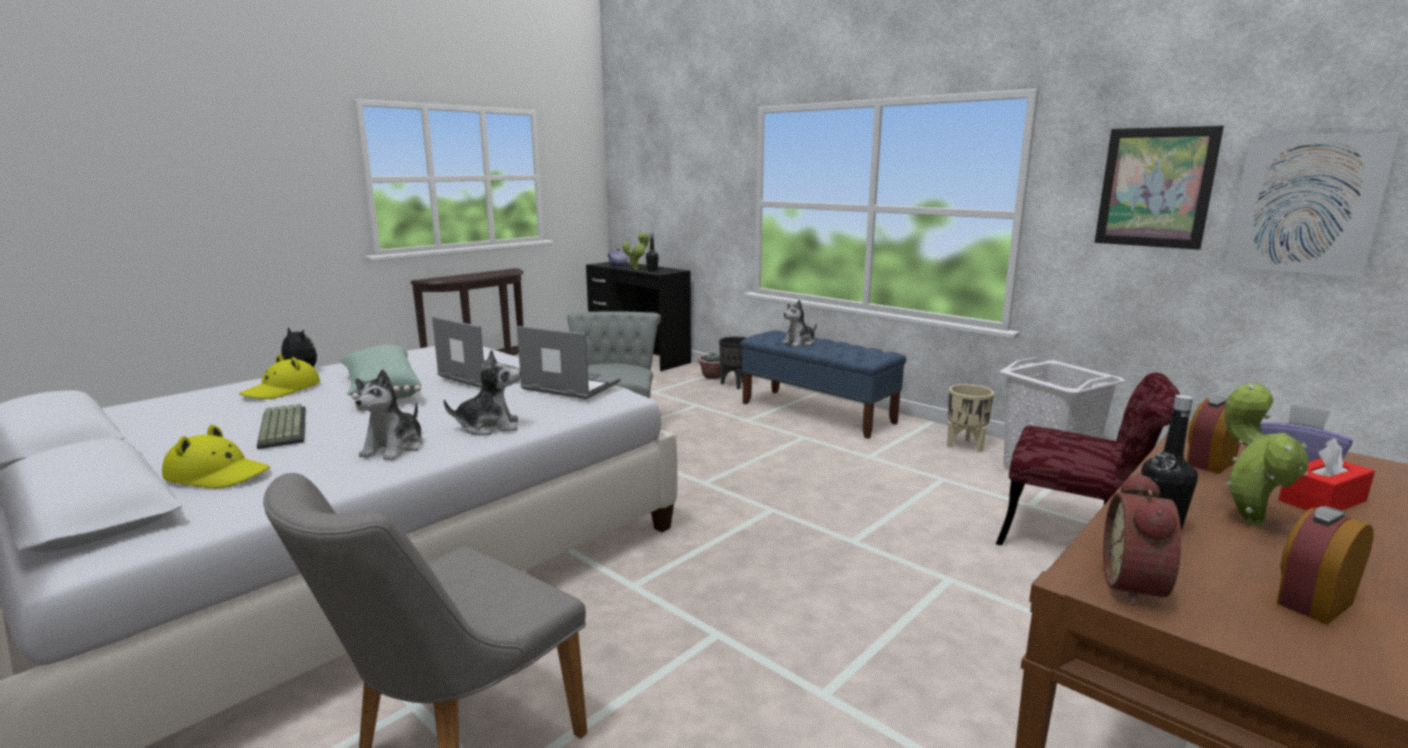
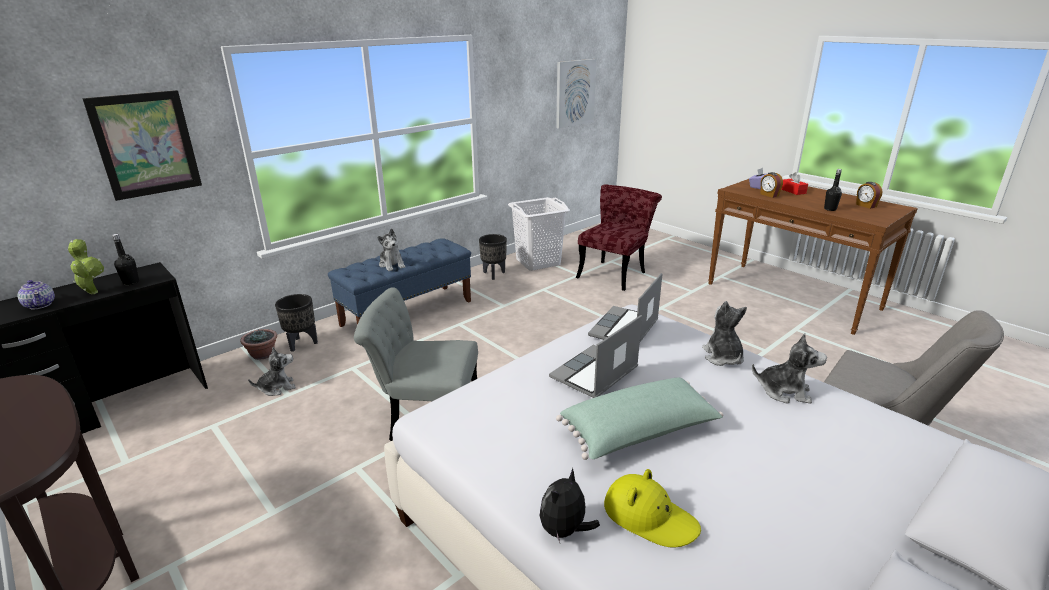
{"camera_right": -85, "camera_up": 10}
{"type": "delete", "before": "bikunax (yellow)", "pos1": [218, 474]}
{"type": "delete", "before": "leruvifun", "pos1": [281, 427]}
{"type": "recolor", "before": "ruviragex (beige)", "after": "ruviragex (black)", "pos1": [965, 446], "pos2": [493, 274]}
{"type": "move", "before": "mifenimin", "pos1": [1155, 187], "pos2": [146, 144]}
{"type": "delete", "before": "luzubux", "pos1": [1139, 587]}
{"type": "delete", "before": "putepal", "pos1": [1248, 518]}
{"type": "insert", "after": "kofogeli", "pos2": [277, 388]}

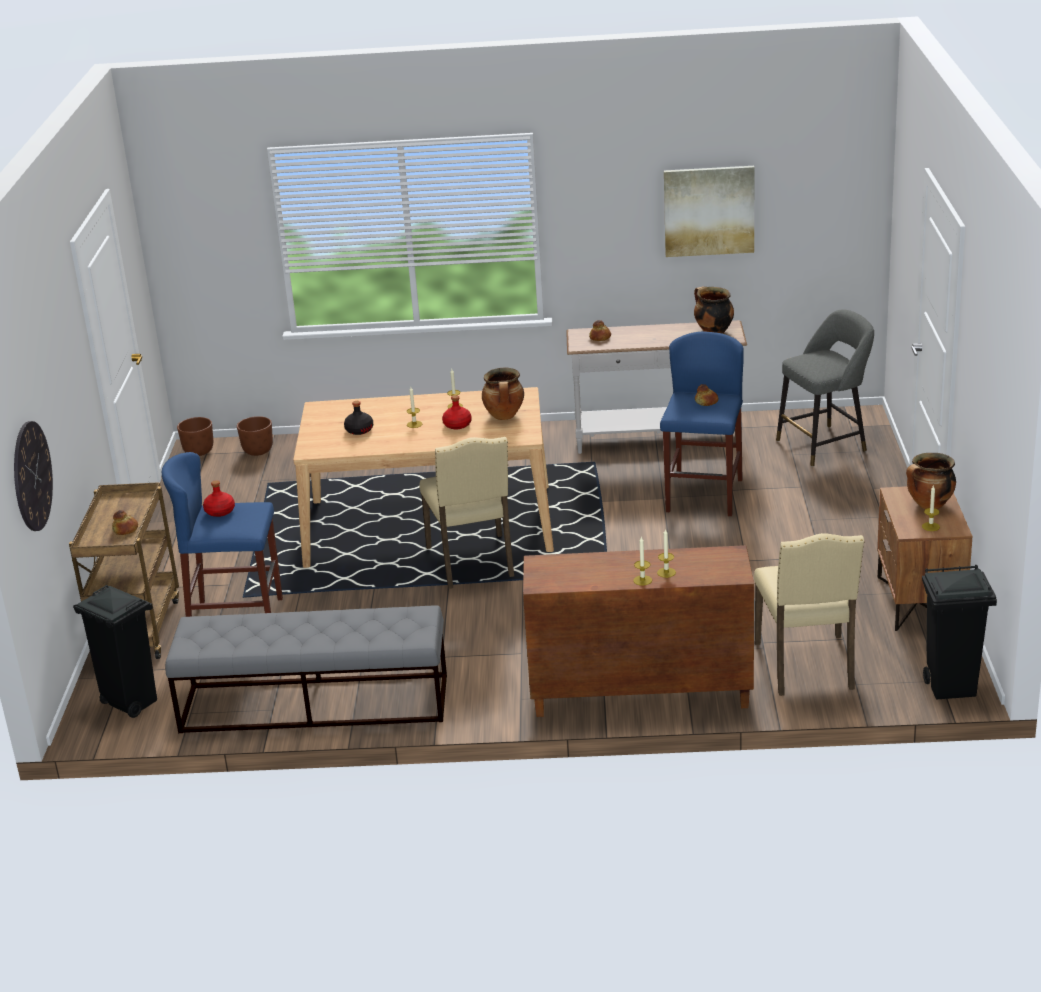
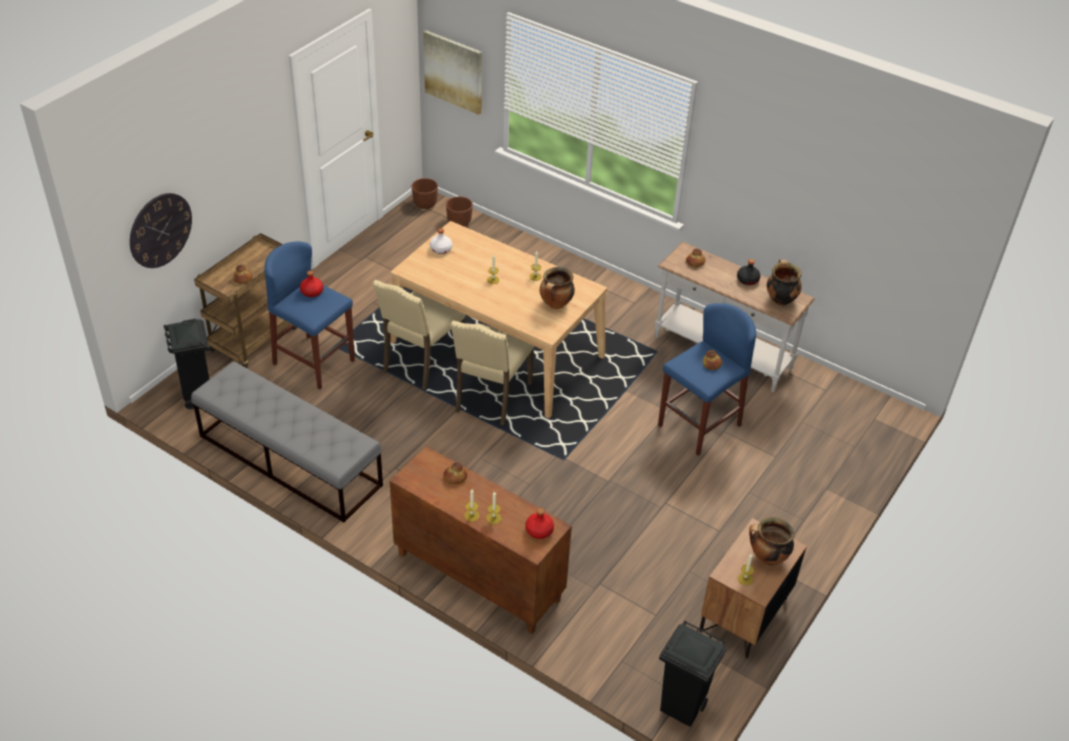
{"camera_right": 30, "camera_up": 15}
{"type": "move", "before": "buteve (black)", "pos1": [359, 430], "pos2": [747, 280]}
{"type": "move", "before": "buteve (red)", "pos1": [457, 425], "pos2": [539, 530]}
{"type": "move", "before": "mifenimin", "pos1": [709, 211], "pos2": [453, 71]}
{"type": "move", "before": "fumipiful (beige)", "pos1": [807, 666], "pos2": [421, 362]}
{"type": "delete", "before": "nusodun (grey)", "pos1": [825, 444]}
{"type": "insert", "after": "buteve (white)", "pos2": [441, 249]}
{"type": "insert", "after": "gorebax", "pos2": [455, 477]}

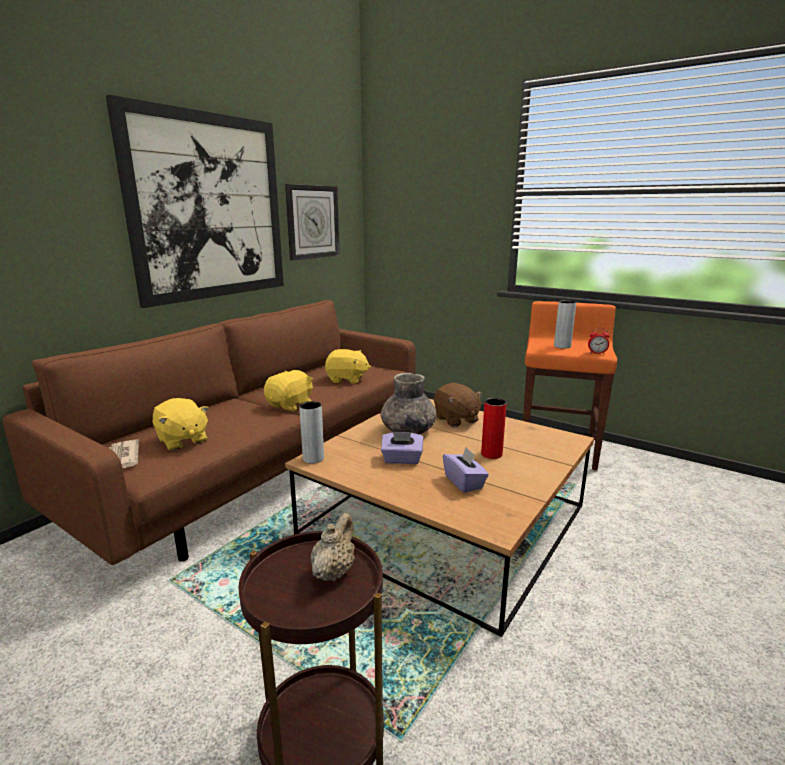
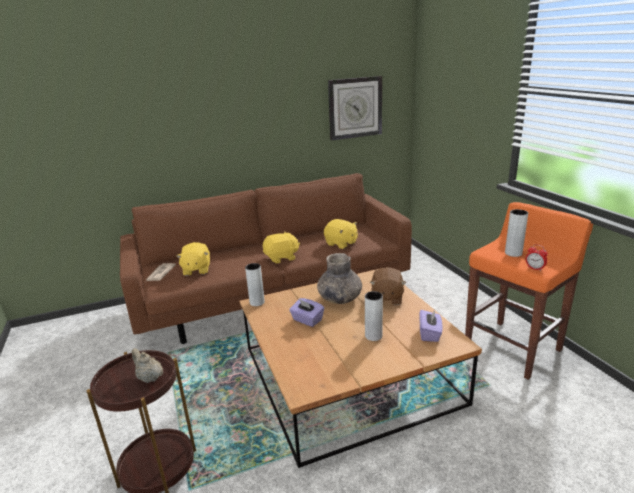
{"camera_right": 35, "camera_up": 5}
{"type": "delete", "before": "mifenimin", "pos1": [209, 208]}
{"type": "rotate", "before": "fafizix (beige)", "pos1": [334, 571], "pos2": [149, 378], "turn": -105}
{"type": "move", "before": "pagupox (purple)", "pos1": [464, 482], "pos2": [430, 334]}
{"type": "recolor", "before": "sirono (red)", "after": "sirono (grey)", "pos1": [491, 454], "pos2": [373, 336]}

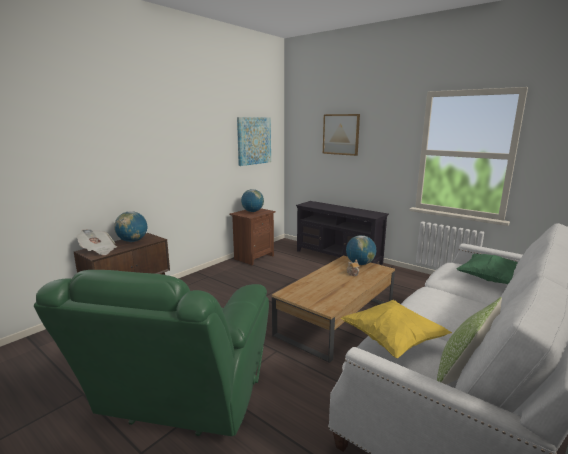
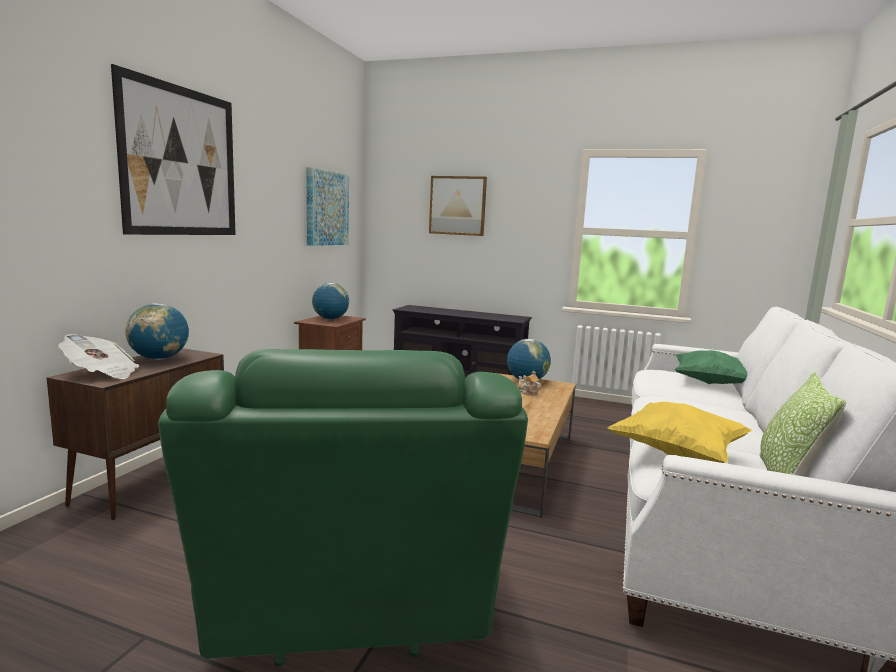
{"camera_right": -20, "camera_up": -5}
{"type": "insert", "after": "mifenimin", "pos2": [181, 162]}

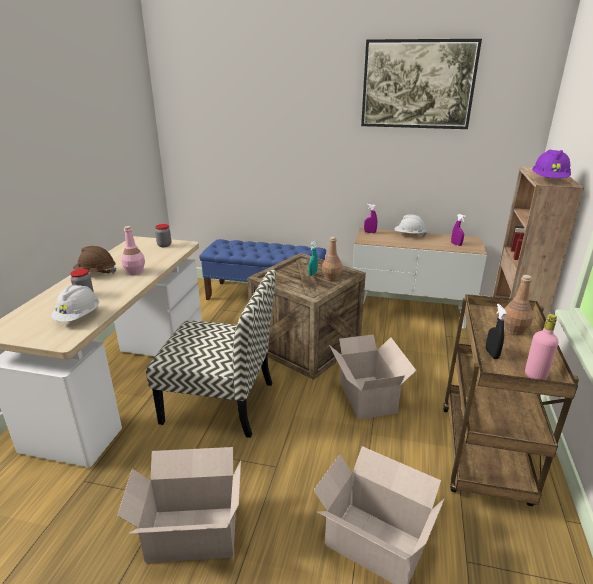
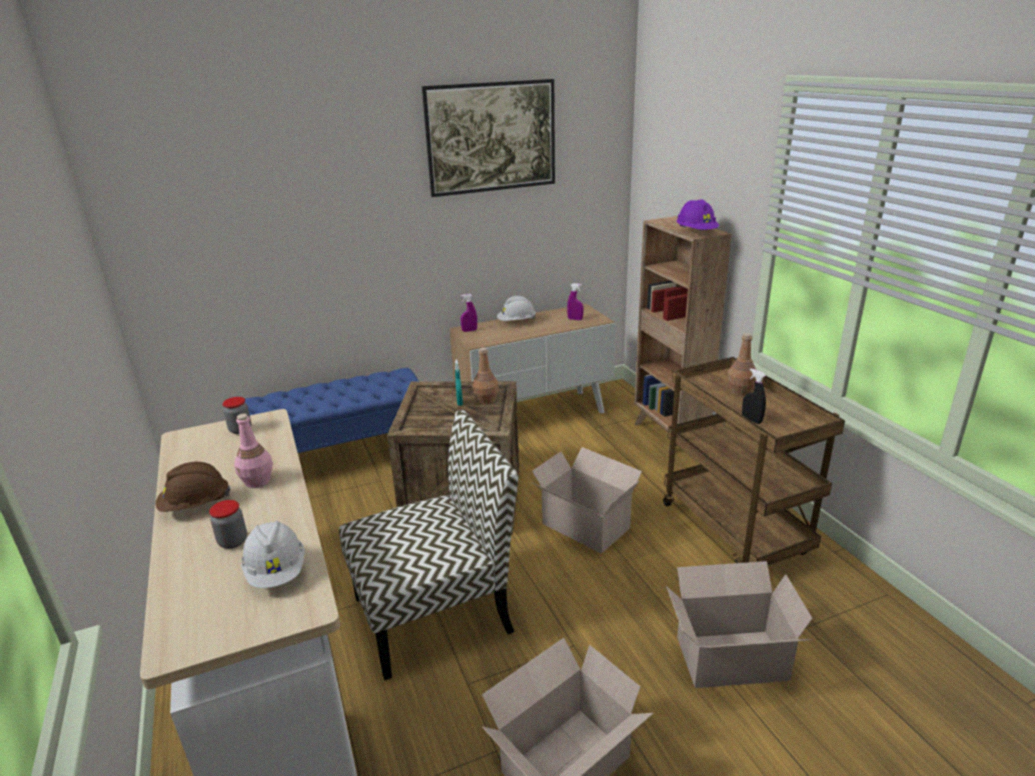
{"camera_right": -35, "camera_up": 0}
{"type": "delete", "before": "buteve (pink)", "pos1": [535, 375]}

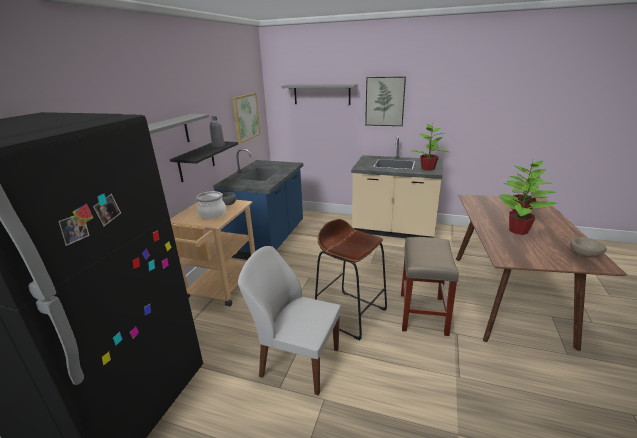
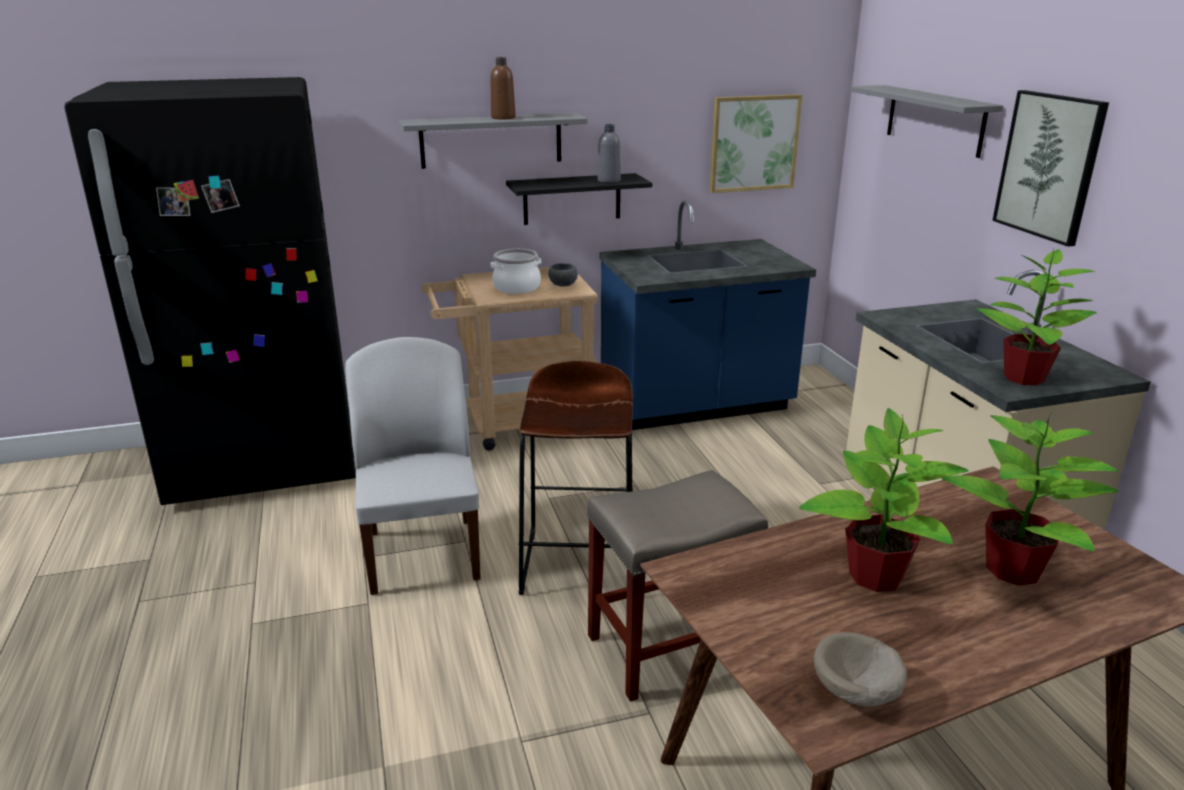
{"camera_right": 55, "camera_up": 0}
{"type": "insert", "after": "buteve (brown)", "pos2": [503, 118]}

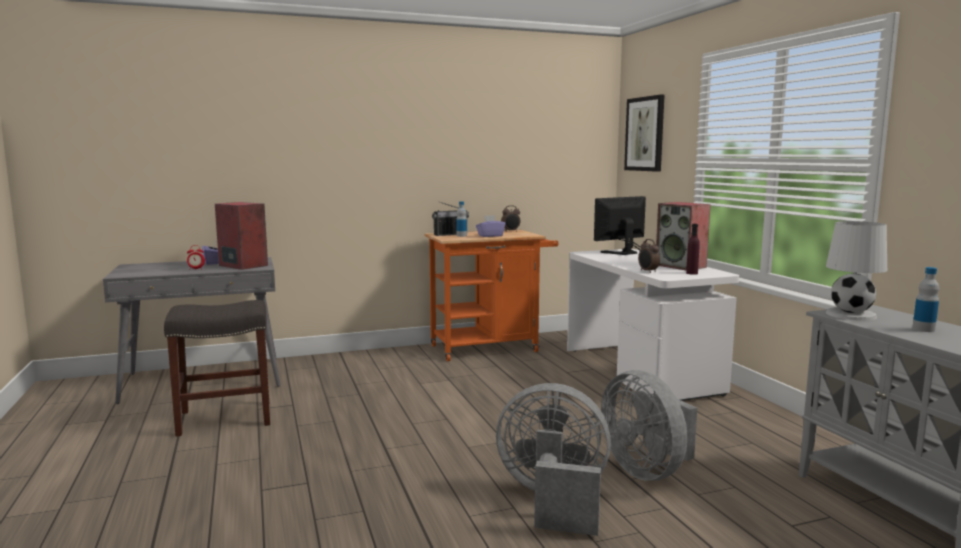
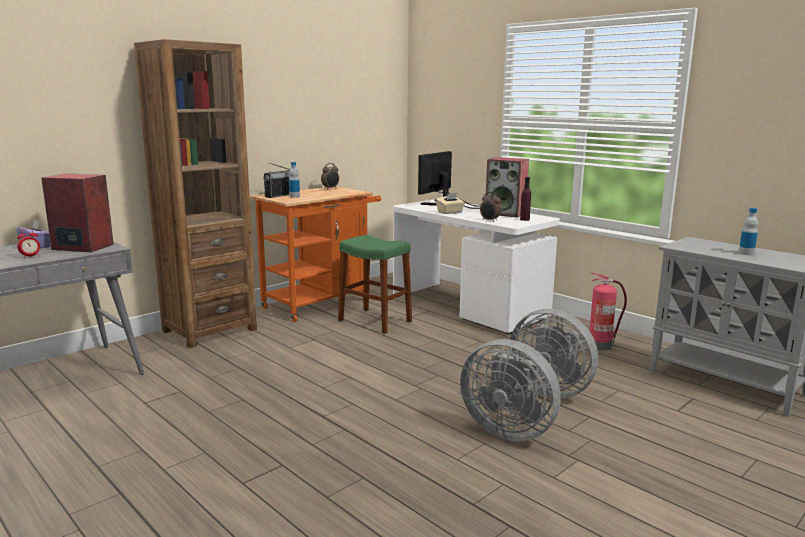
{"camera_right": -25, "camera_up": 5}
{"type": "delete", "before": "nusodun (grey)", "pos1": [223, 418]}
{"type": "delete", "before": "pagupox (purple)", "pos1": [490, 236]}
{"type": "rotate", "before": "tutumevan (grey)", "pos1": [553, 500], "pos2": [508, 430], "turn": -135}
{"type": "delete", "before": "mifenimin", "pos1": [645, 134]}
{"type": "delete", "before": "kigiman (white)", "pos1": [851, 315]}
{"type": "insert", "after": "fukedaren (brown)", "pos2": [209, 330]}
{"type": "insert", "after": "nusodun (green)", "pos2": [374, 321]}
{"type": "insert", "after": "pagupox (beige)", "pos2": [450, 212]}
{"type": "insert", "after": "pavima", "pos2": [600, 346]}

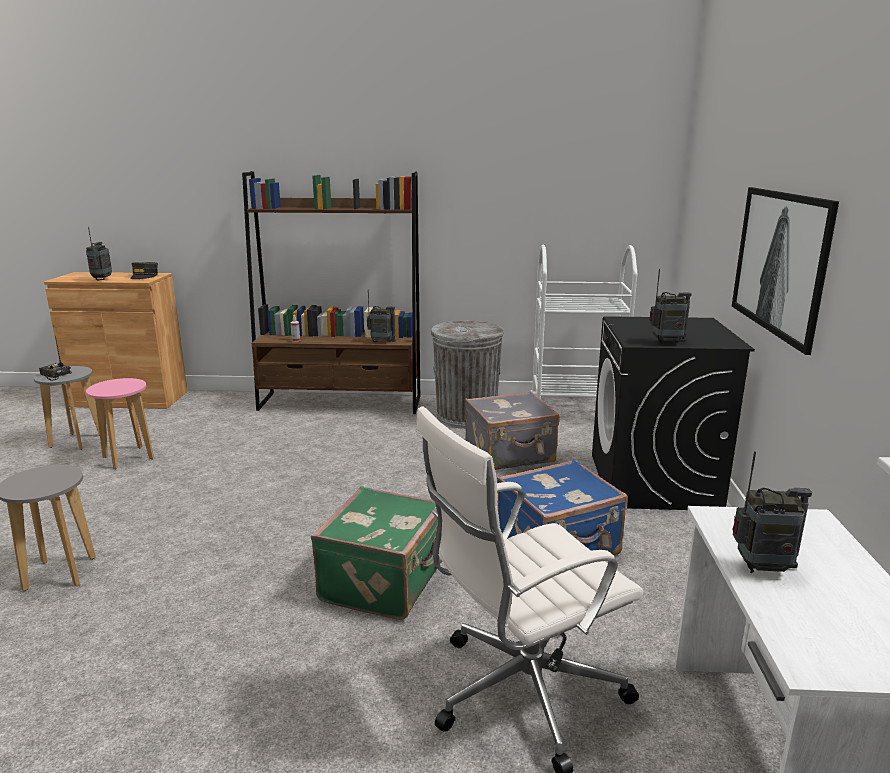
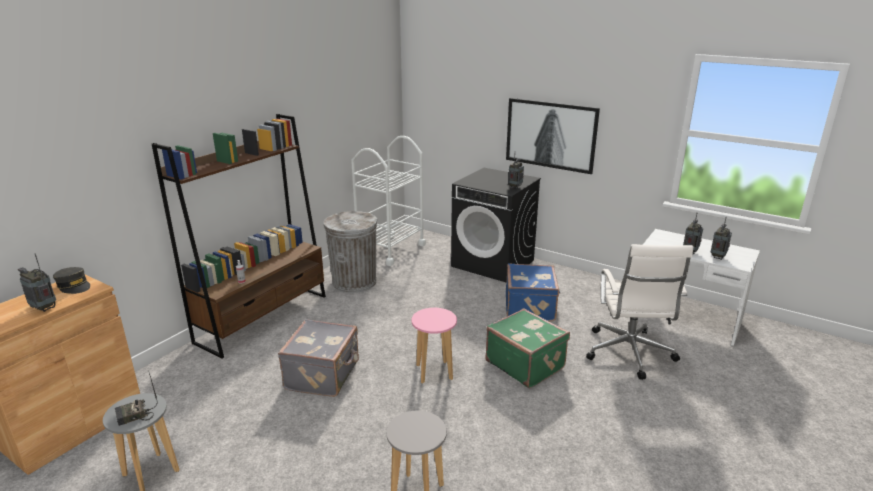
{"camera_right": -60, "camera_up": 5}
{"type": "move", "before": "nusodun (pink)", "pos1": [128, 457], "pos2": [434, 372]}
{"type": "move", "before": "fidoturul", "pos1": [381, 342], "pos2": [718, 257]}
{"type": "move", "before": "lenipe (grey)", "pos1": [510, 455], "pos2": [324, 375]}

